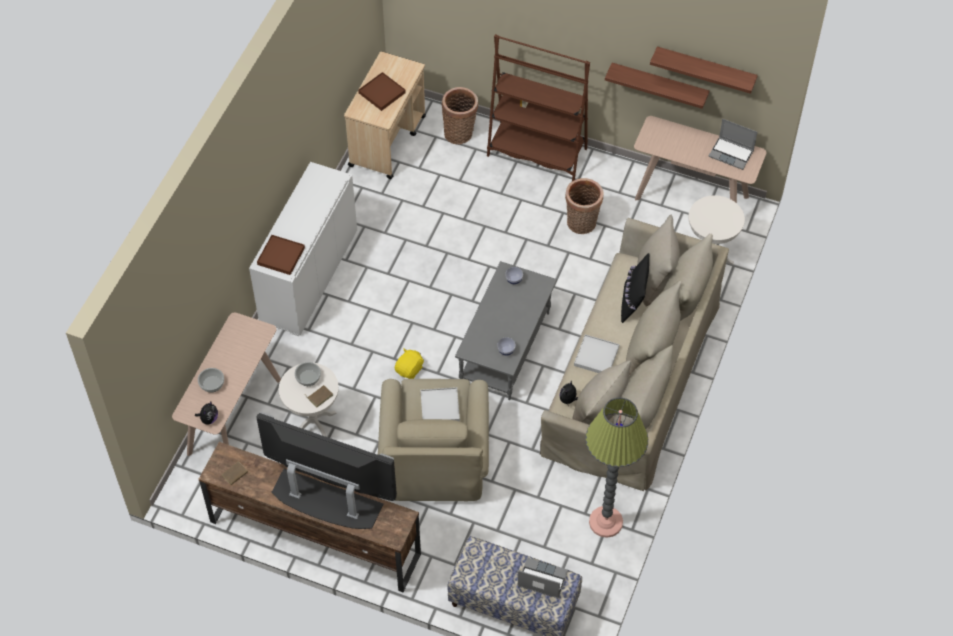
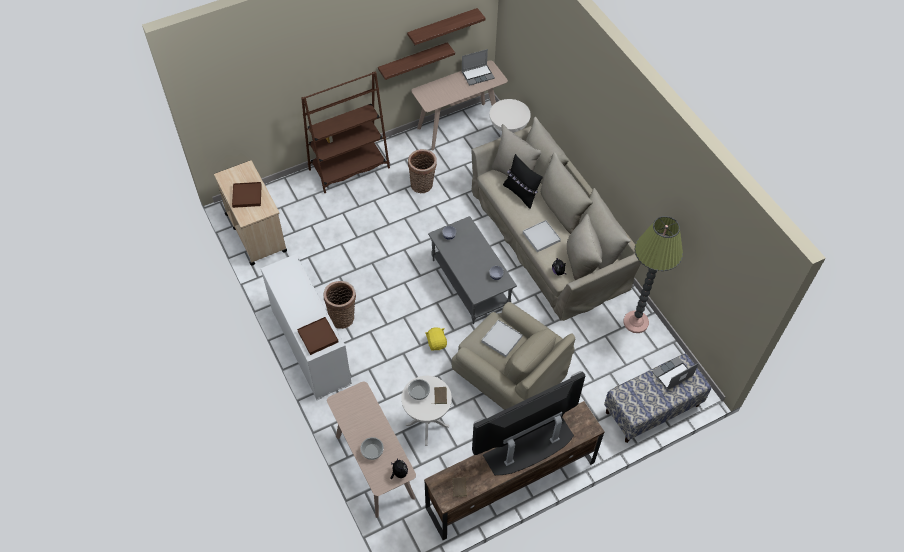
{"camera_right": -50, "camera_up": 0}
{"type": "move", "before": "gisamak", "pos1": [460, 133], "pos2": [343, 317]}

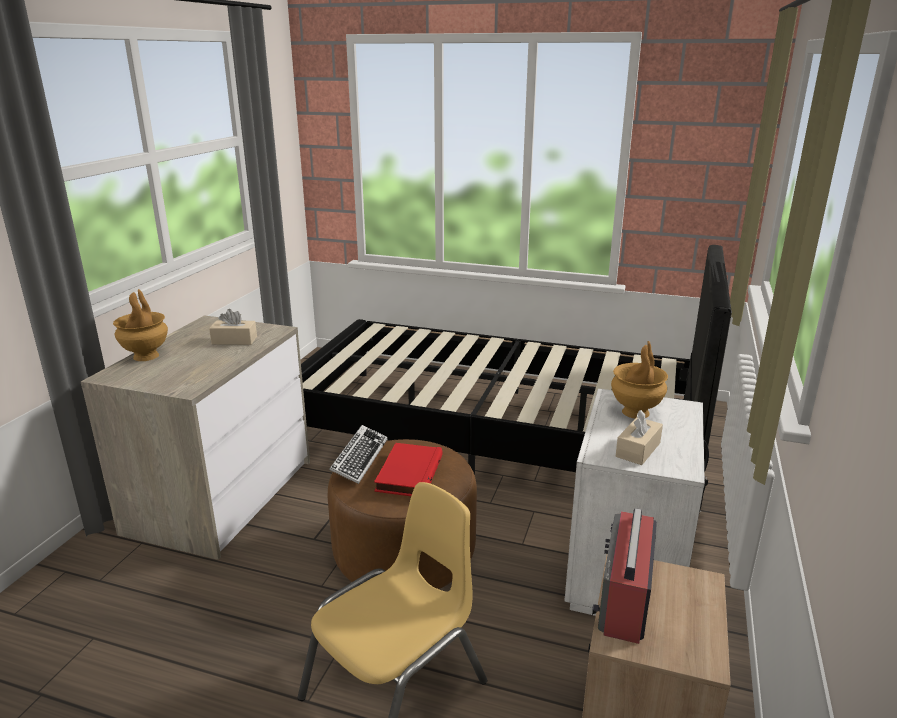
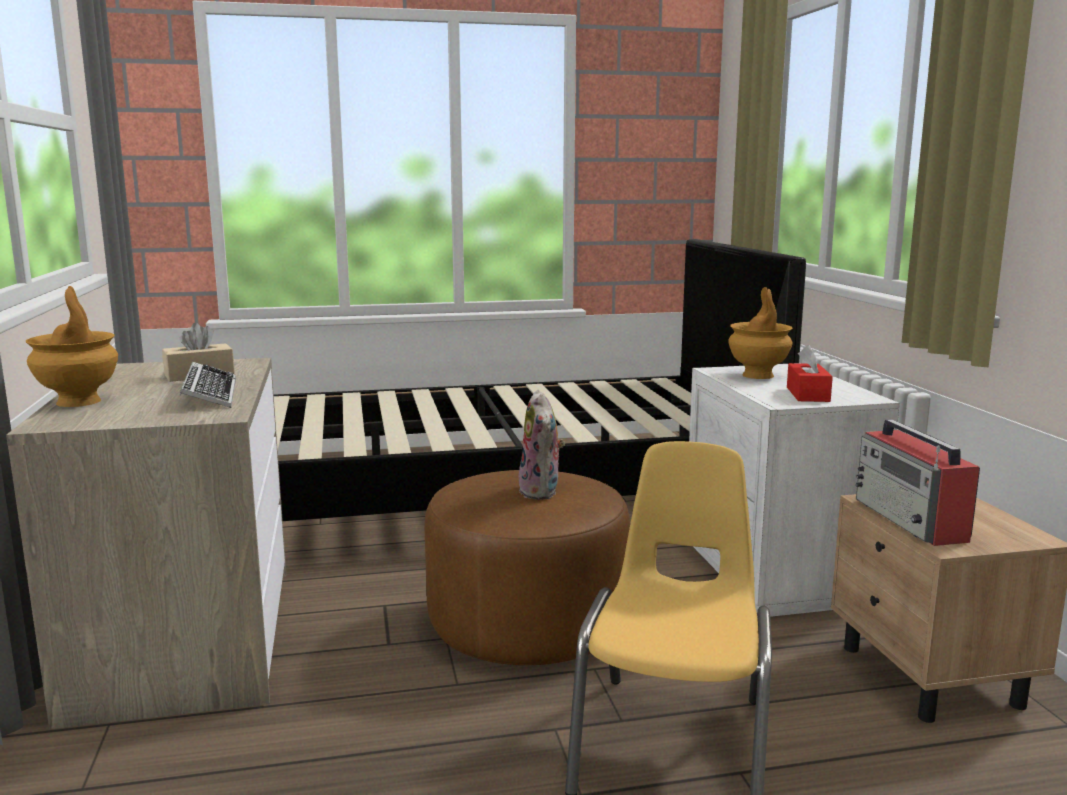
{"camera_right": -30, "camera_up": -10}
{"type": "move", "before": "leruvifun", "pos1": [359, 458], "pos2": [209, 393]}
{"type": "replace", "before": "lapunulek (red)", "after": "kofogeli", "pos1": [407, 473], "pos2": [542, 492]}
{"type": "recolor", "before": "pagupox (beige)", "after": "pagupox (red)", "pos1": [638, 450], "pos2": [807, 394]}

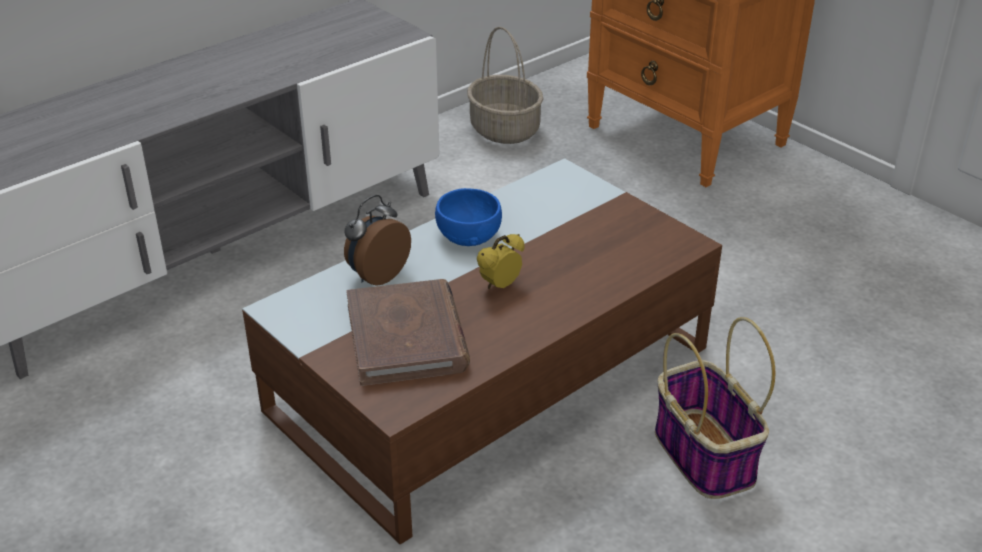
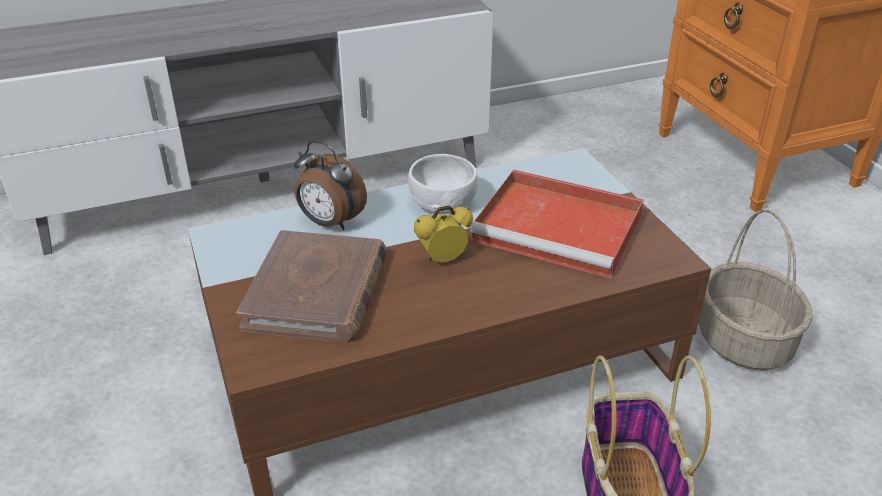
{"camera_right": 20, "camera_up": 0}
{"type": "rotate", "before": "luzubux", "pos1": [376, 275], "pos2": [330, 223], "turn": -120}
{"type": "recolor", "before": "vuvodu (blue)", "after": "vuvodu (white)", "pos1": [468, 235], "pos2": [442, 203]}
{"type": "move", "before": "gisamak", "pos1": [503, 130], "pos2": [742, 340]}
{"type": "insert", "after": "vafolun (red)", "pos2": [561, 228]}

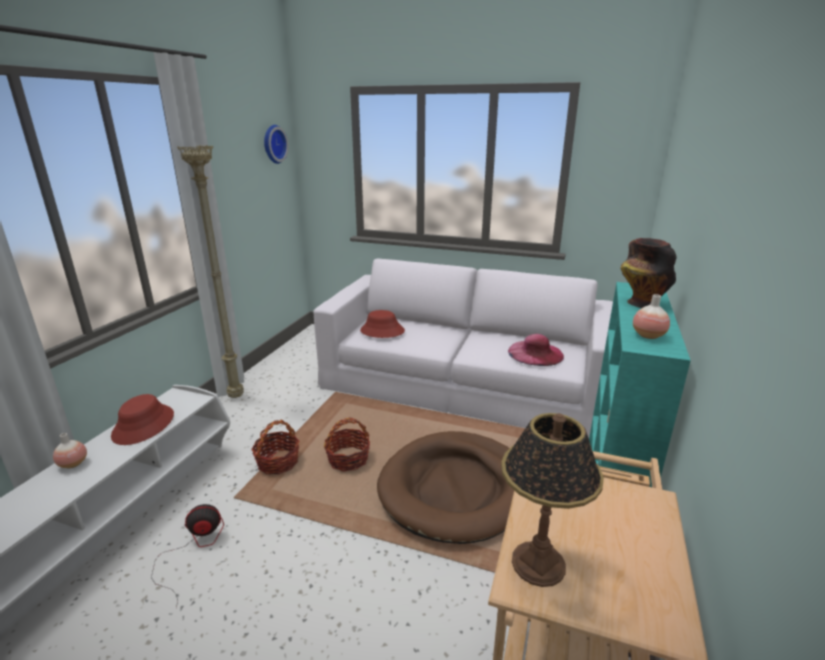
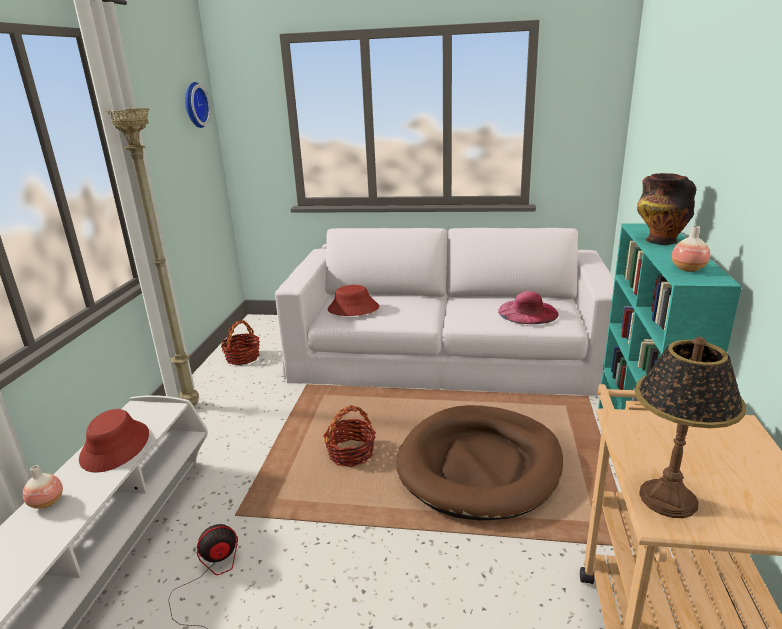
{"camera_right": -10, "camera_up": 0}
{"type": "move", "before": "gisamak", "pos1": [278, 462], "pos2": [242, 357]}

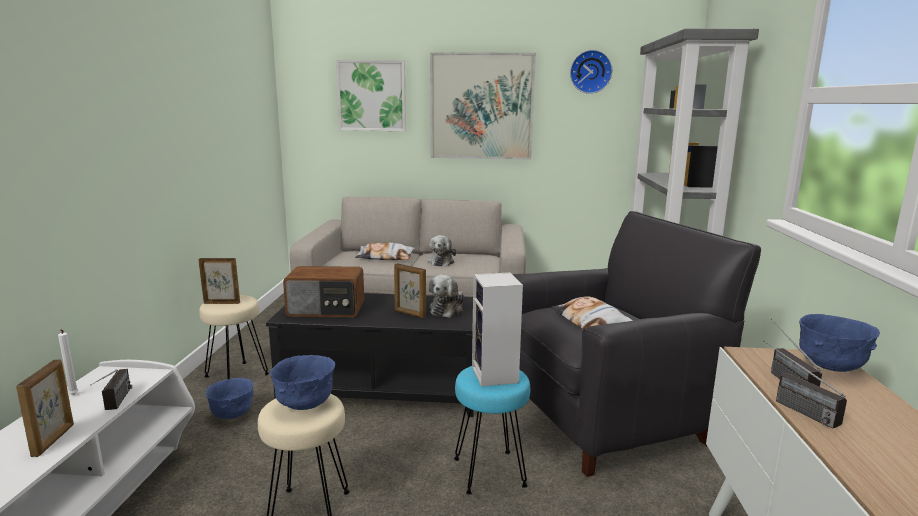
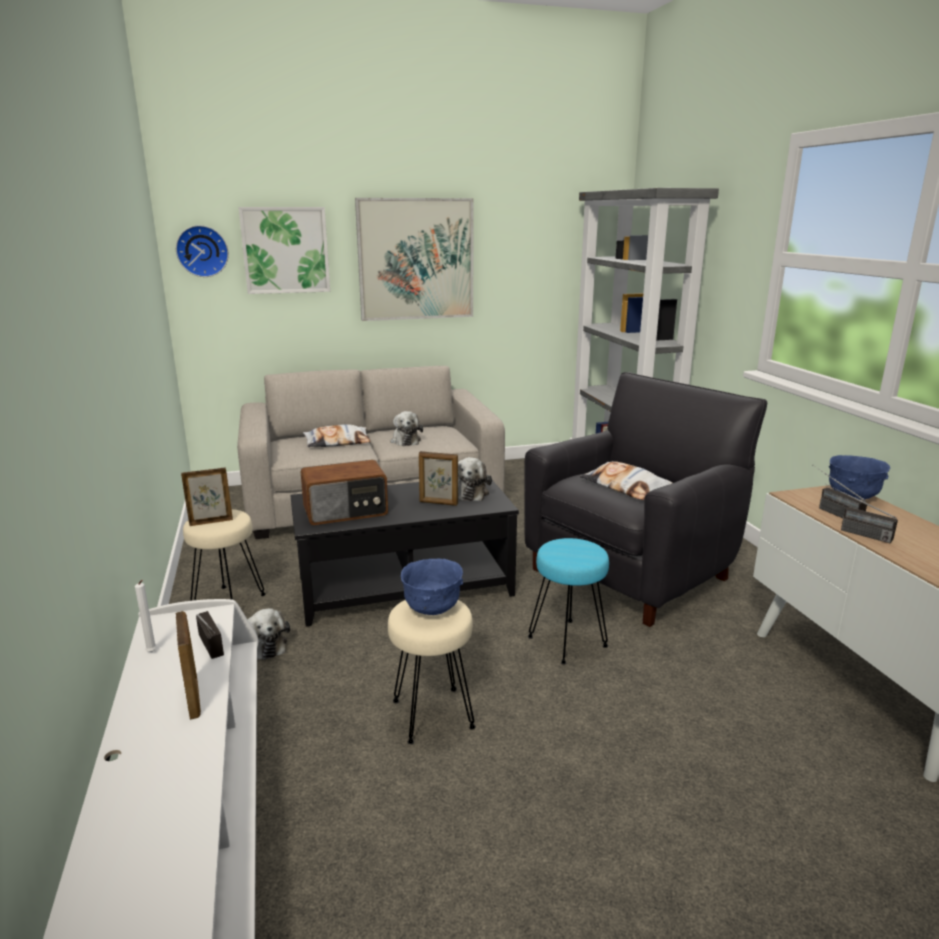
{"camera_right": -20, "camera_up": 5}
{"type": "replace", "before": "vuvodu (blue)", "after": "kofogeli", "pos1": [232, 415], "pos2": [265, 645]}
{"type": "delete", "before": "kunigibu", "pos1": [496, 375]}
{"type": "move", "before": "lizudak", "pos1": [590, 72], "pos2": [202, 251]}

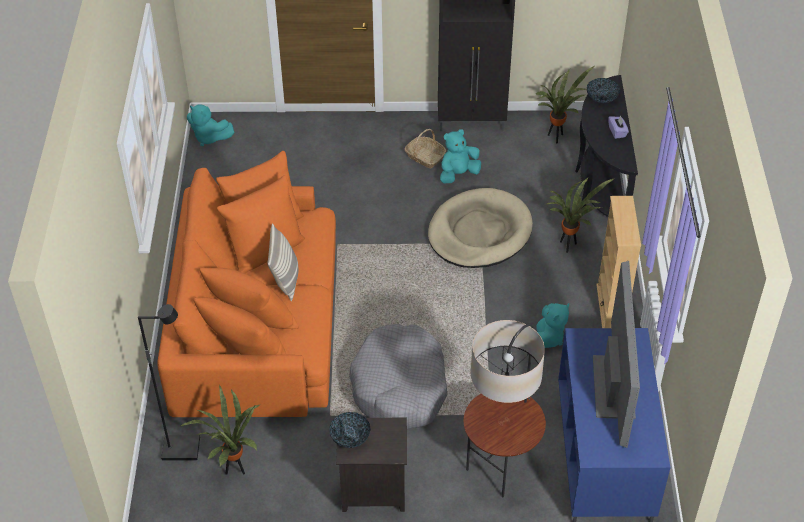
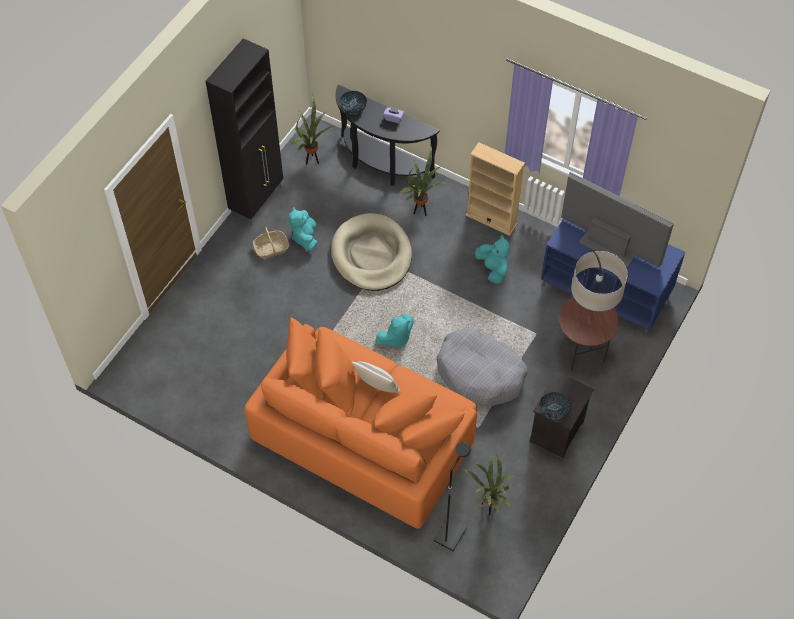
{"camera_right": -60, "camera_up": 10}
{"type": "move", "before": "kofogeli (turquoise)", "pos1": [209, 137], "pos2": [396, 338]}

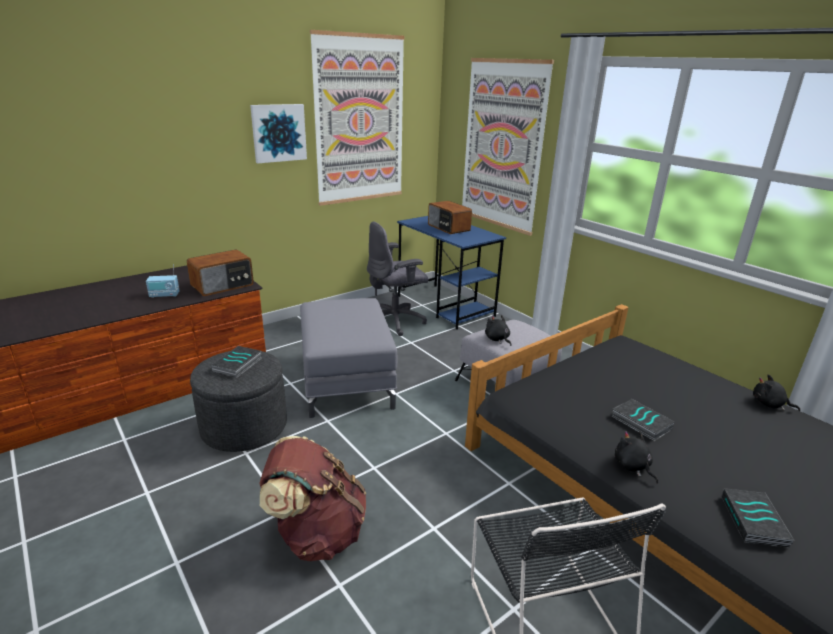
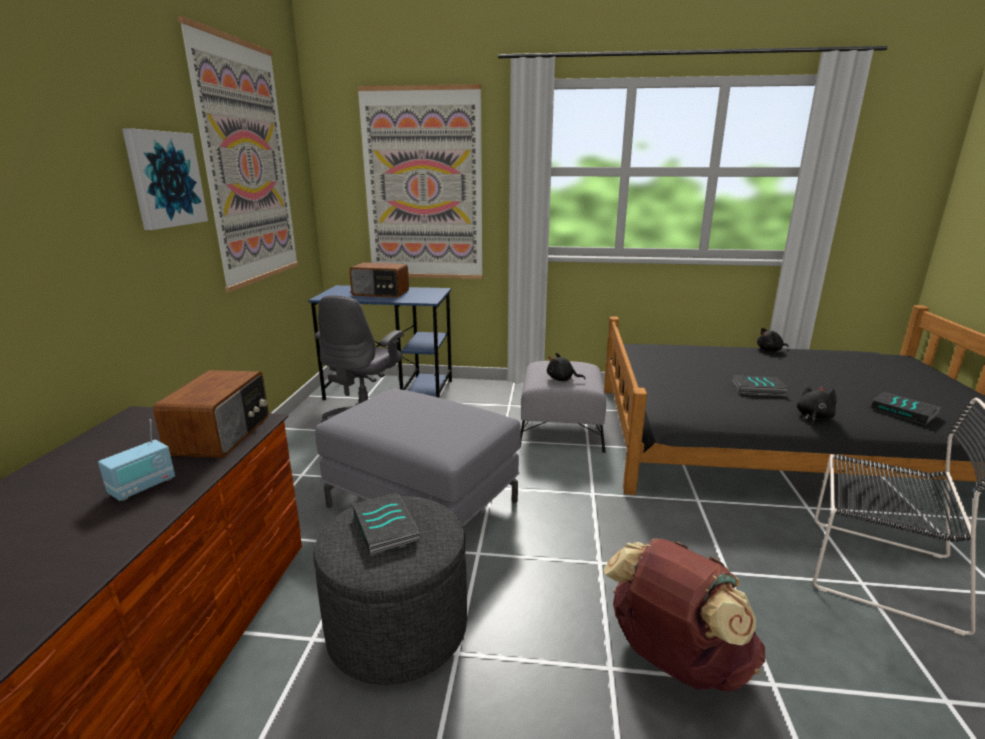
{"camera_right": -45, "camera_up": -5}
{"type": "rotate", "before": "kofogeli (black)", "pos1": [632, 466], "pos2": [813, 417], "turn": 105}

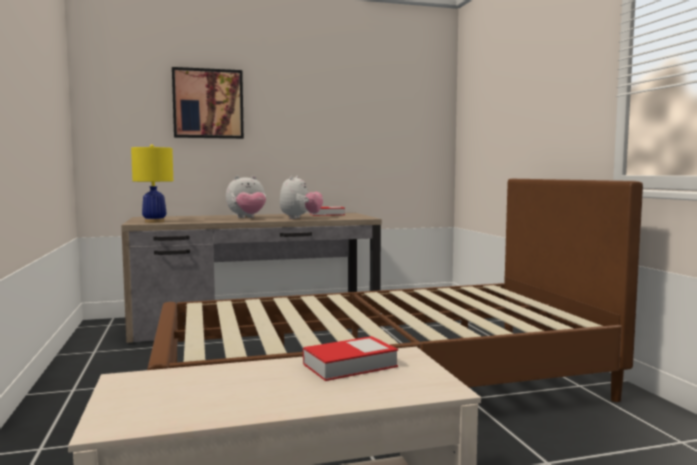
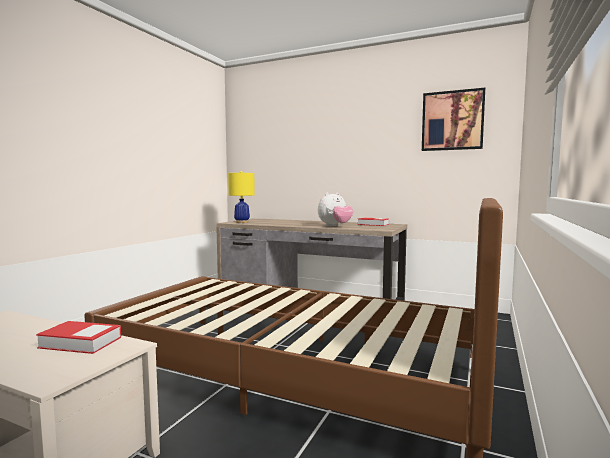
{"camera_right": 40, "camera_up": 0}
{"type": "move", "before": "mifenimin", "pos1": [208, 104], "pos2": [452, 120]}
{"type": "delete", "before": "kofogeli", "pos1": [247, 218]}

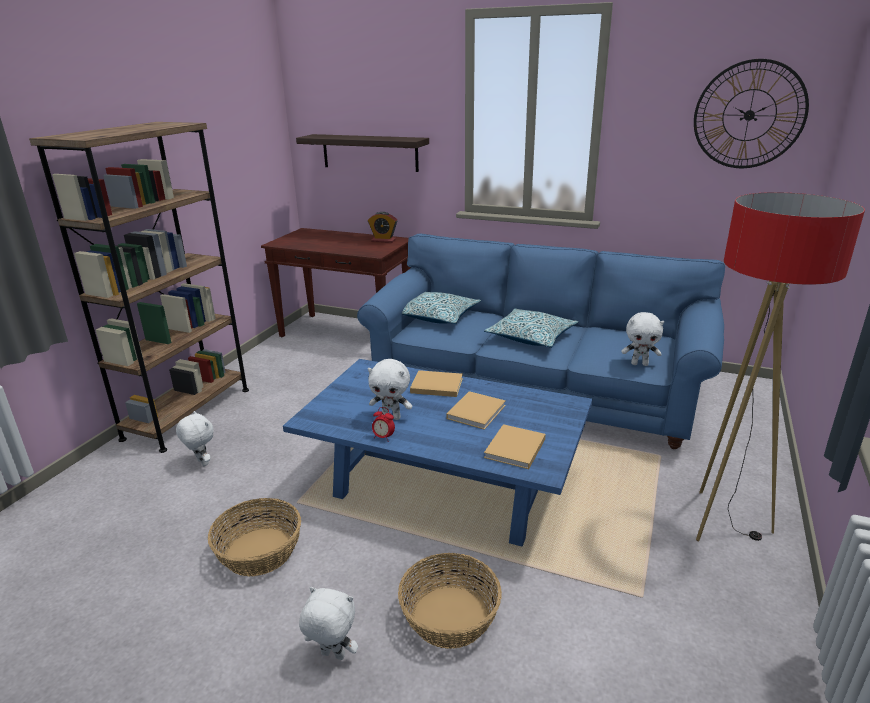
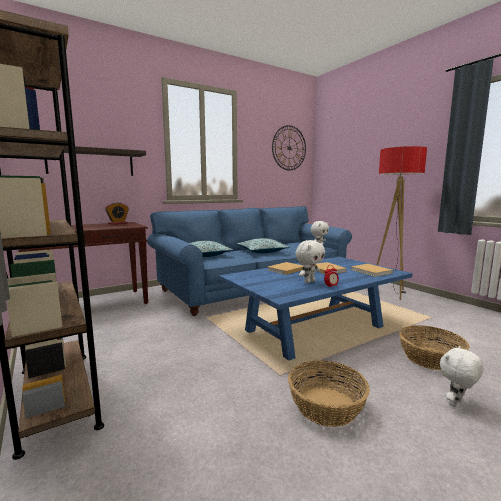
{"camera_right": -55, "camera_up": -15}
{"type": "delete", "before": "kofogeli (white)", "pos1": [201, 463]}

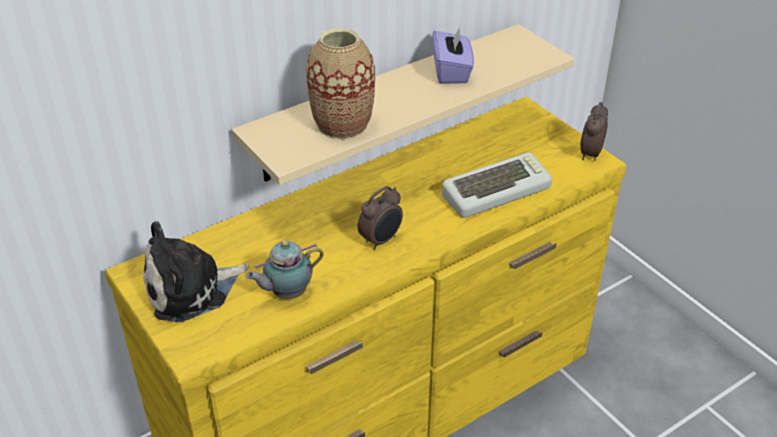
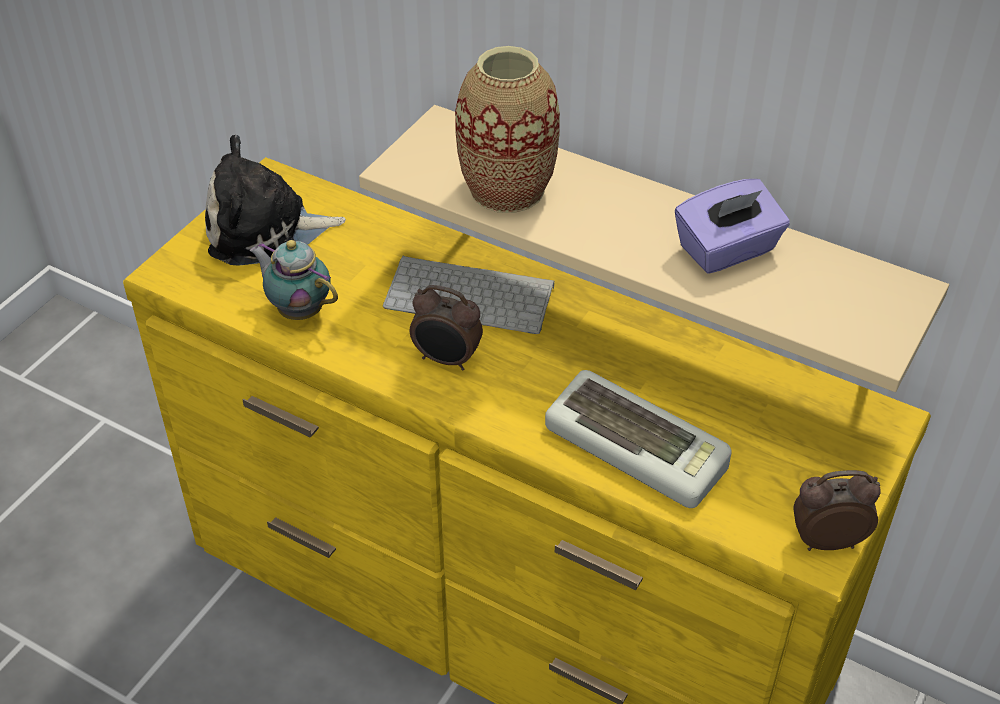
{"camera_right": 65, "camera_up": 5}
{"type": "rotate", "before": "kofogeli", "pos1": [191, 289], "pos2": [266, 231], "turn": -45}
{"type": "insert", "after": "leruvifun", "pos2": [472, 295]}

